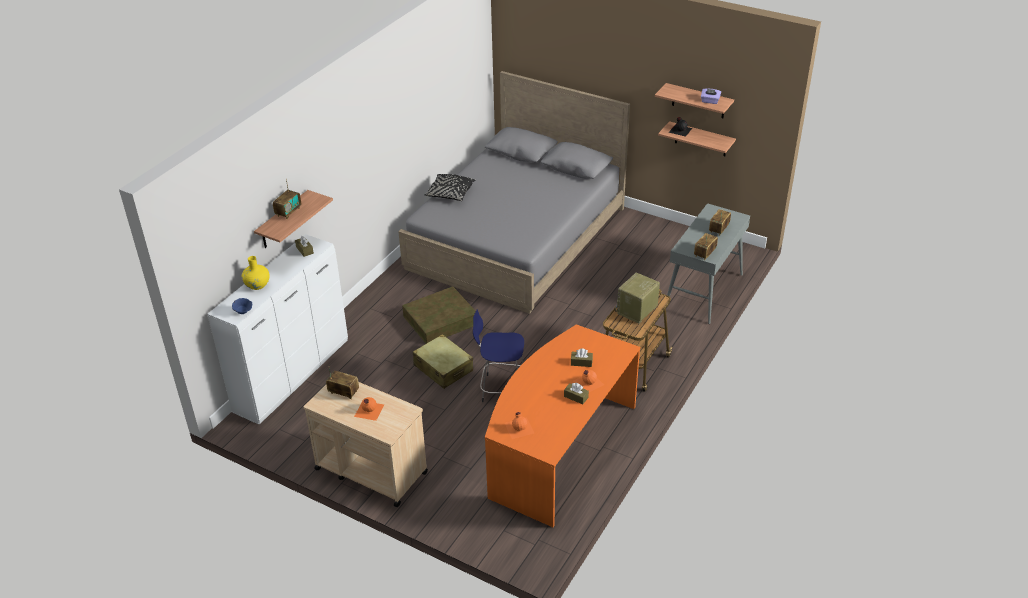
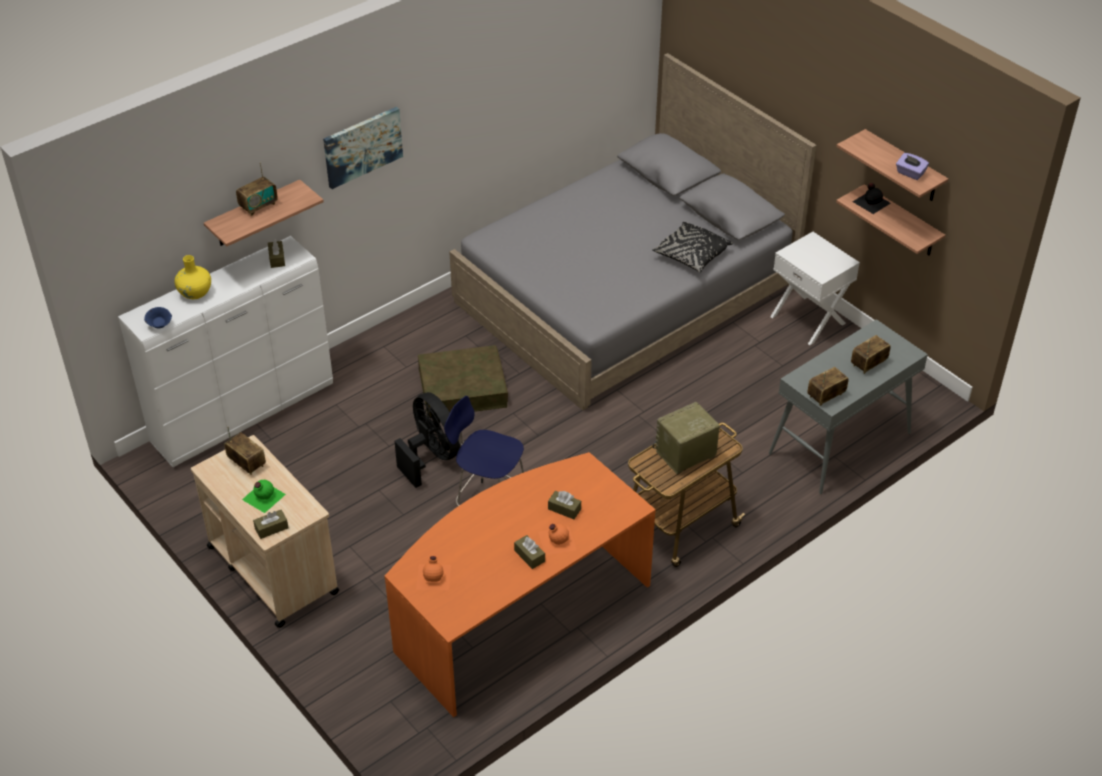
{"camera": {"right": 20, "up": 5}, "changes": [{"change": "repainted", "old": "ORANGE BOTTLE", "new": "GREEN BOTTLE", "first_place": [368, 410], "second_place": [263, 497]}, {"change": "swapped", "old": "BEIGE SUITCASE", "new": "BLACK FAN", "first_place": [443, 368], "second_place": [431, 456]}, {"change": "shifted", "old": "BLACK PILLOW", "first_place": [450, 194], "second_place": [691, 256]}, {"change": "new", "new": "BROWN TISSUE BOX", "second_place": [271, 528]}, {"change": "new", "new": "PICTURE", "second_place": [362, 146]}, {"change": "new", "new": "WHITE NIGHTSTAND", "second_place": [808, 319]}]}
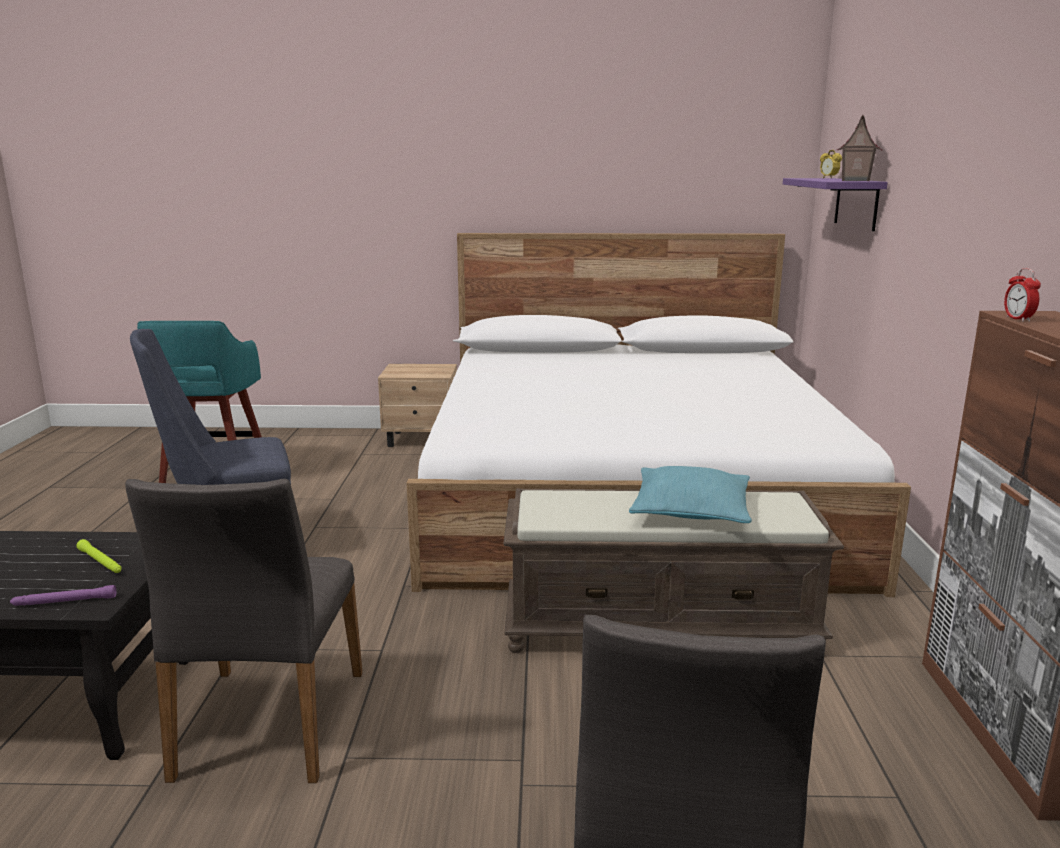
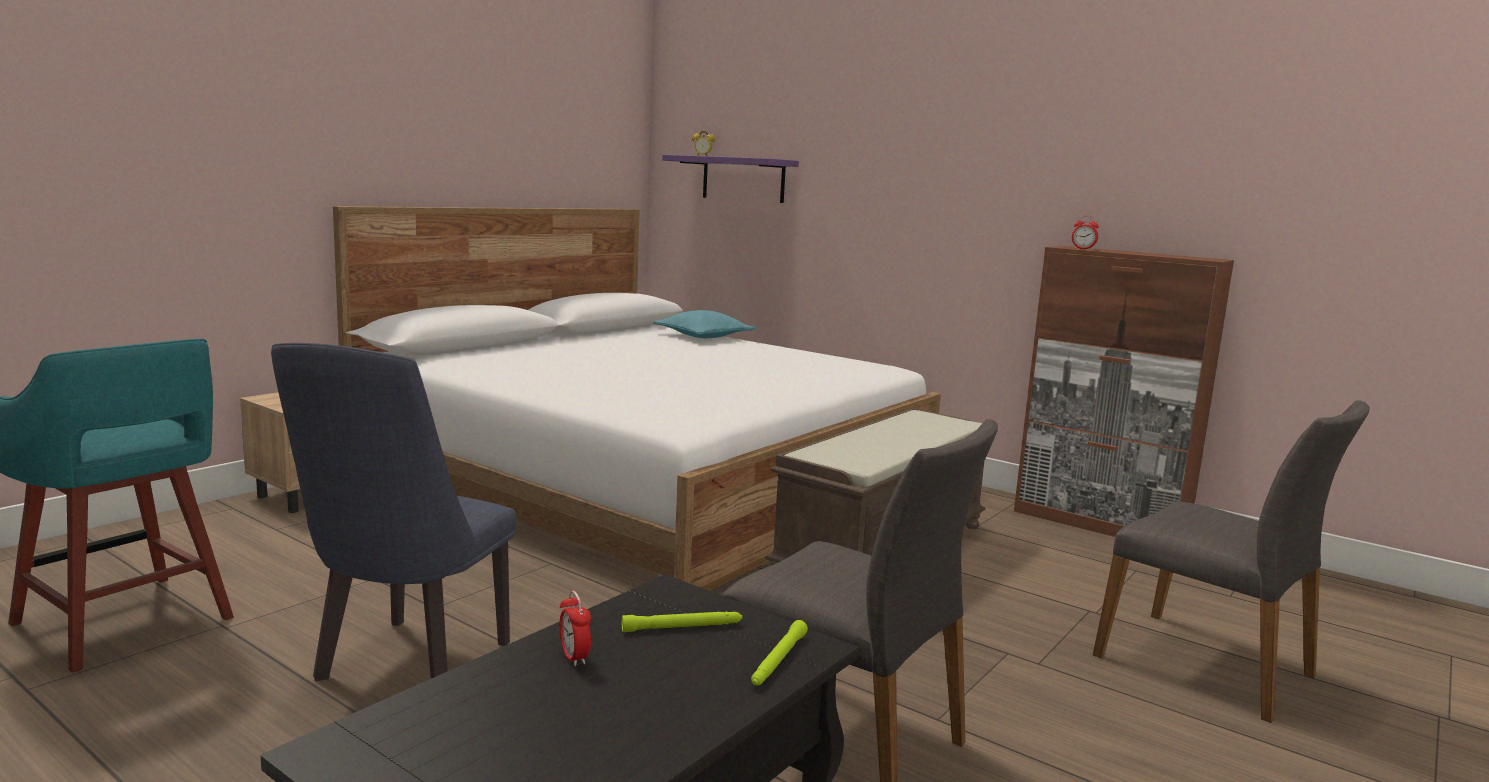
{"camera": {"right": -55, "up": -5}, "changes": [{"change": "repainted", "old": "PURPLE FLASHLIGHT", "new": "GREEN FLASHLIGHT", "first_place": [64, 602], "second_place": [778, 661]}, {"change": "shifted", "old": "TURQUOISE PILLOW", "first_place": [691, 510], "second_place": [703, 336]}, {"change": "gone", "old": "TOY HOUSE", "first_place": [855, 180]}, {"change": "new", "new": "ALARM CLOCK", "second_place": [574, 657]}]}
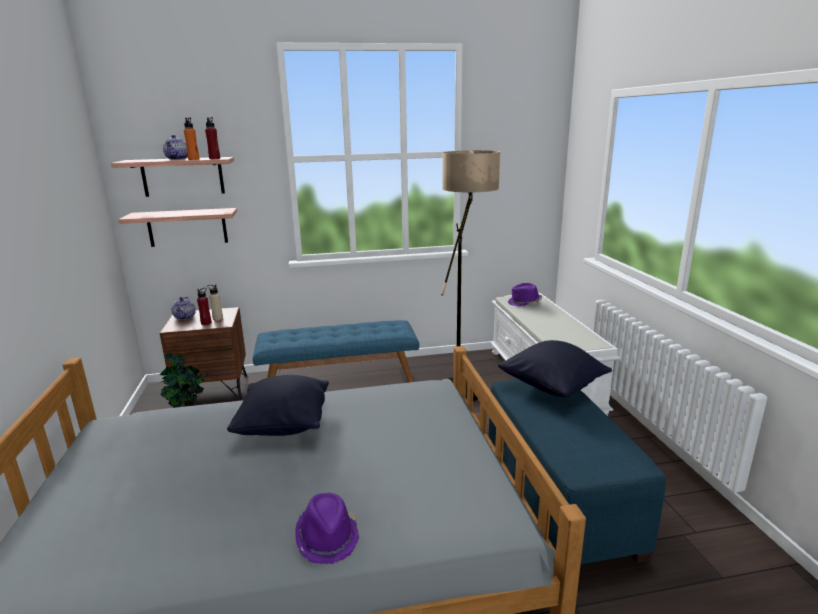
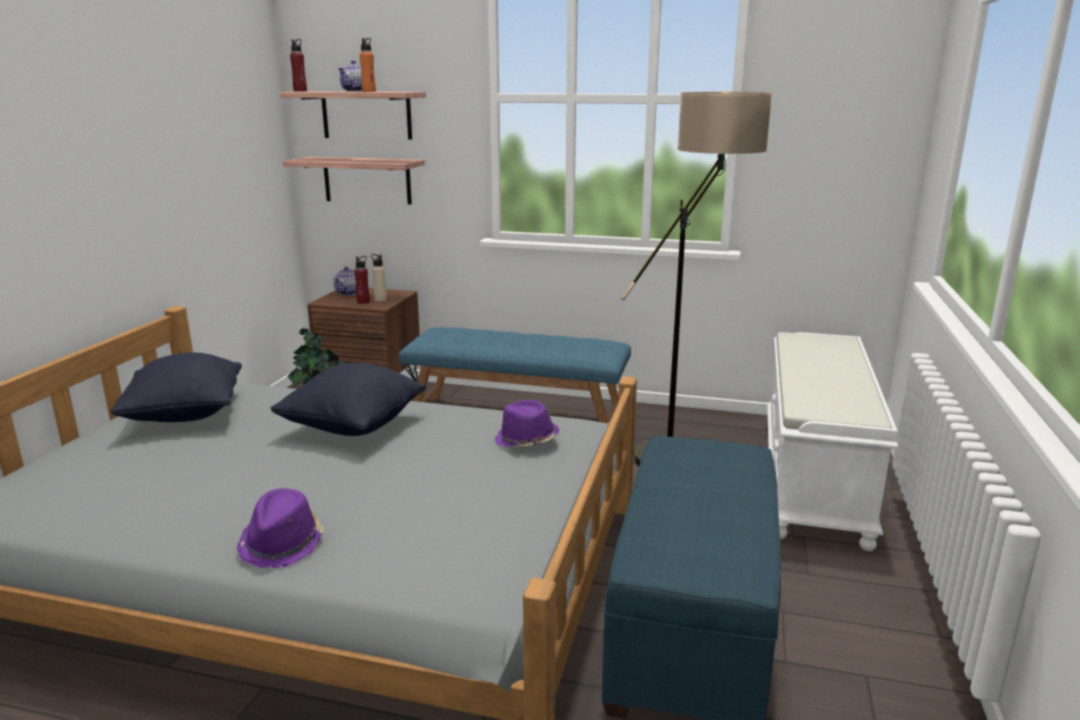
{"camera": {"right": 25, "up": 0}, "changes": [{"change": "shifted", "old": "RED BOTTLE", "first_place": [214, 158], "second_place": [300, 91]}, {"change": "shifted", "old": "BLACK PILLOW", "first_place": [552, 388], "second_place": [185, 415]}, {"change": "shifted", "old": "PURPLE HAT", "first_place": [524, 303], "second_place": [526, 441]}]}
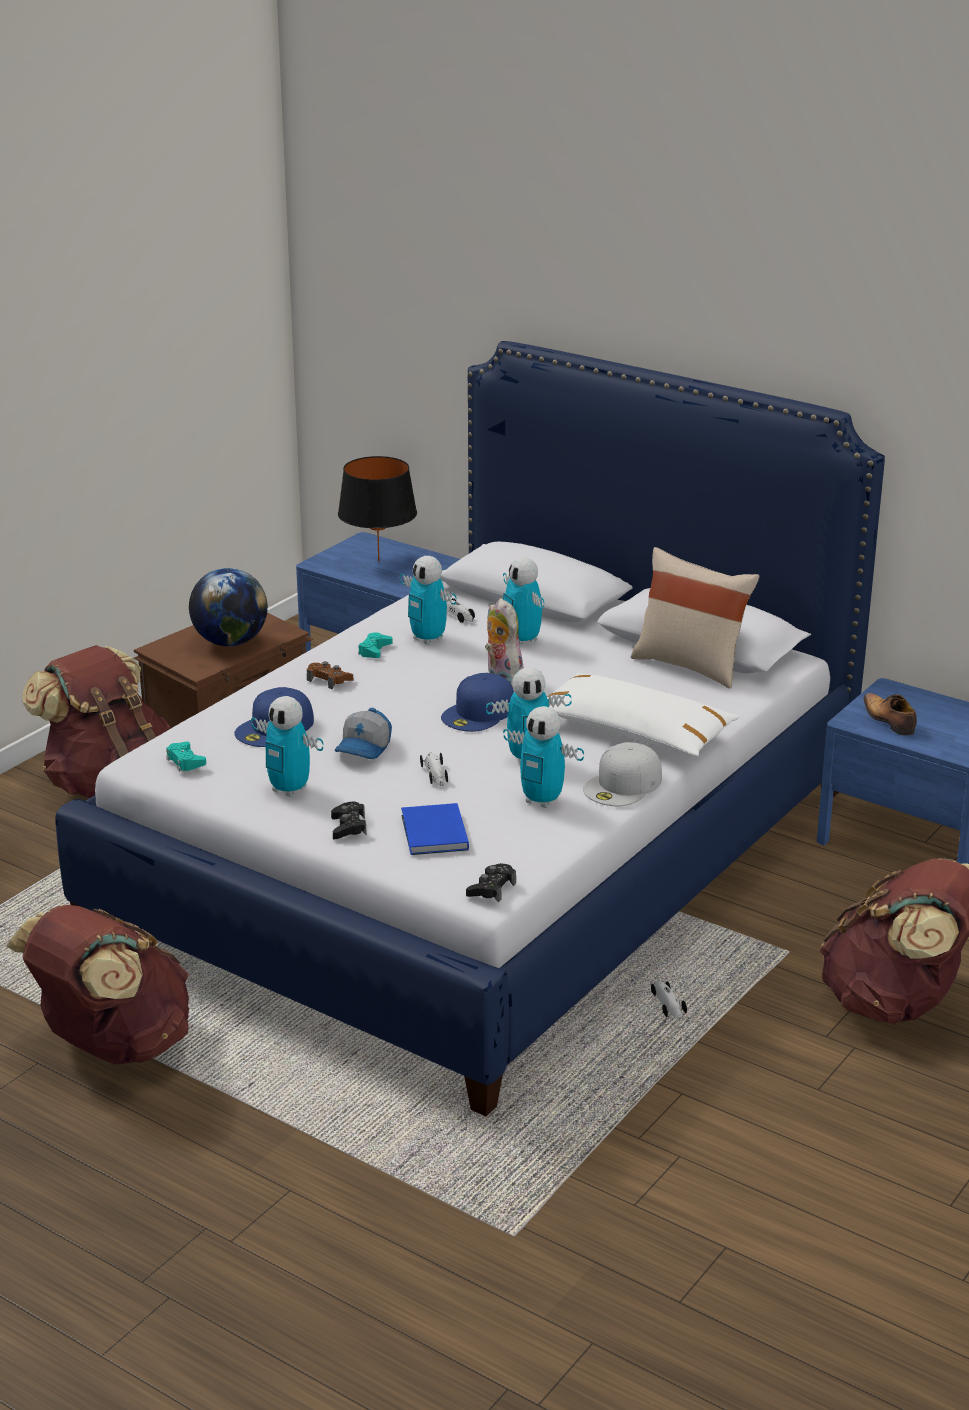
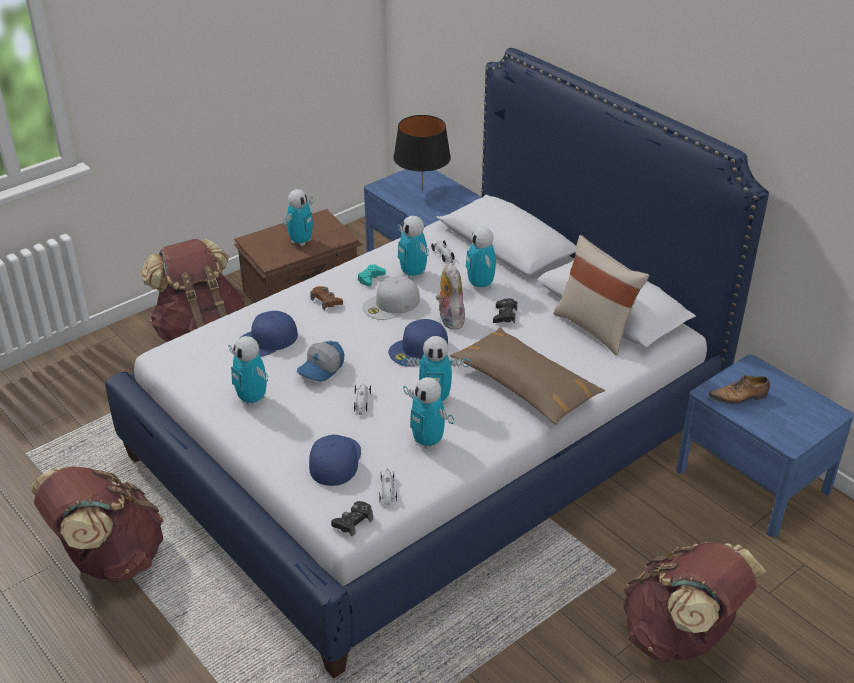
{"camera": {"right": 15, "up": 10}, "changes": [{"change": "gone", "old": "TURQUOISE GAME CONTROLLER", "first_place": [185, 761]}, {"change": "swapped", "old": "GLOBE", "new": "TOY ROBOT", "first_place": [230, 642], "second_place": [301, 241]}, {"change": "shifted", "old": "BLACK GAME CONTROLLER", "first_place": [348, 827], "second_place": [505, 315]}, {"change": "swapped", "old": "BLUE BOOK", "new": "BLUE CAP", "first_place": [433, 834], "second_place": [334, 460]}, {"change": "repainted", "old": "WHITE PILLOW", "new": "BROWN PILLOW", "first_place": [633, 732], "second_place": [525, 386]}, {"change": "shifted", "old": "WHITE CAP", "first_place": [623, 785], "second_place": [391, 304]}, {"change": "shifted", "old": "TOY CAR", "first_place": [667, 1003], "second_place": [387, 489]}, {"change": "rotated", "old": "SHOE", "first_place": [888, 720], "second_place": [739, 397], "degrees": -90}]}
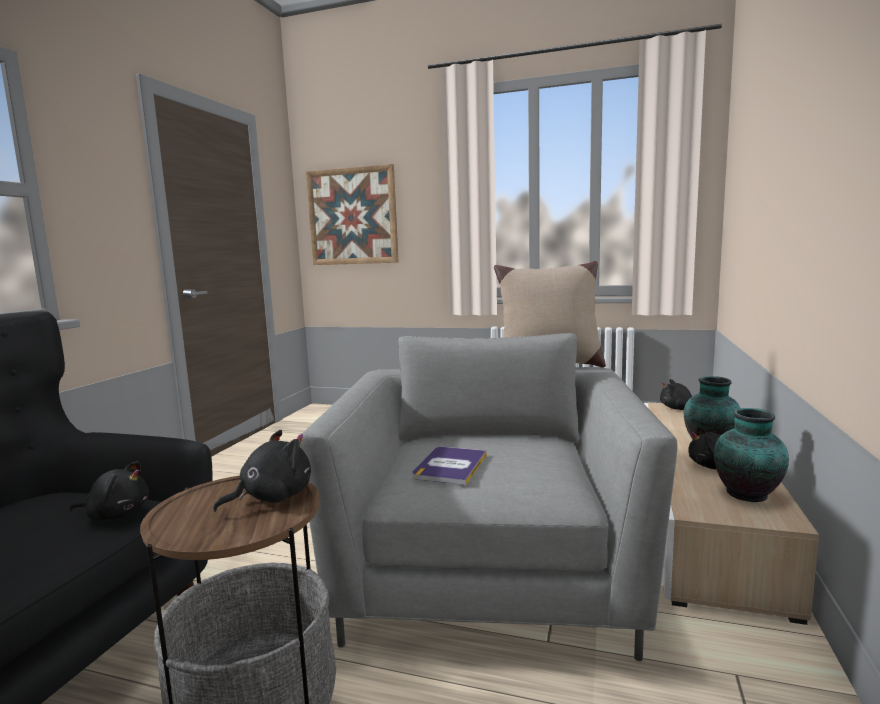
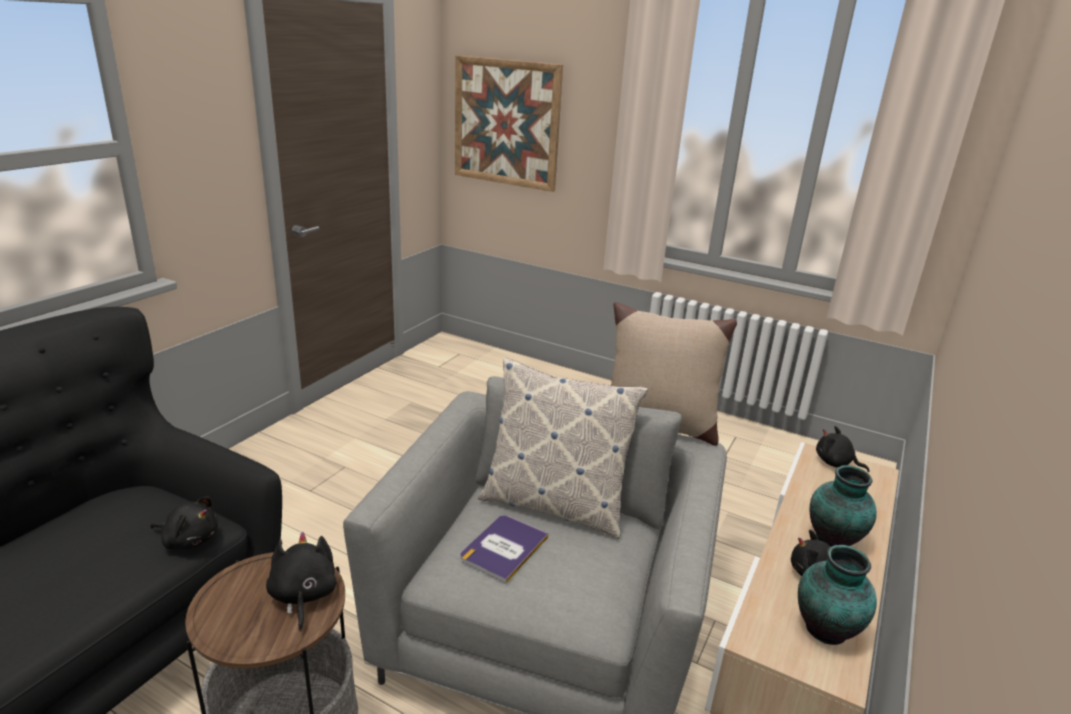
{"camera": {"right": 10, "up": 15}, "changes": [{"change": "rotated", "old": "BLACK PLUSH TOY", "first_place": [272, 498], "second_place": [303, 596], "degrees": -75}, {"change": "new", "new": "PILLOW", "second_place": [554, 505]}]}
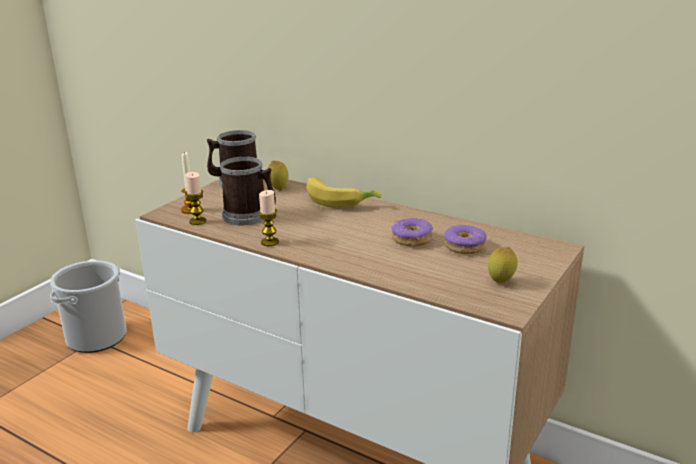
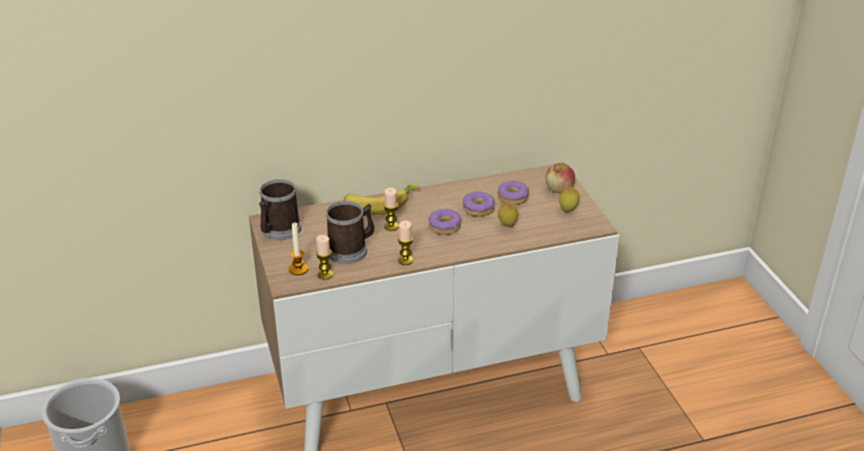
{"camera": {"right": -50, "up": 10}, "changes": [{"change": "shifted", "old": "LEMON", "first_place": [278, 188], "second_place": [507, 226]}, {"change": "new", "new": "CANDLE", "second_place": [391, 226]}, {"change": "new", "new": "DONUT", "second_place": [444, 227]}, {"change": "new", "new": "APPLE", "second_place": [559, 189]}]}
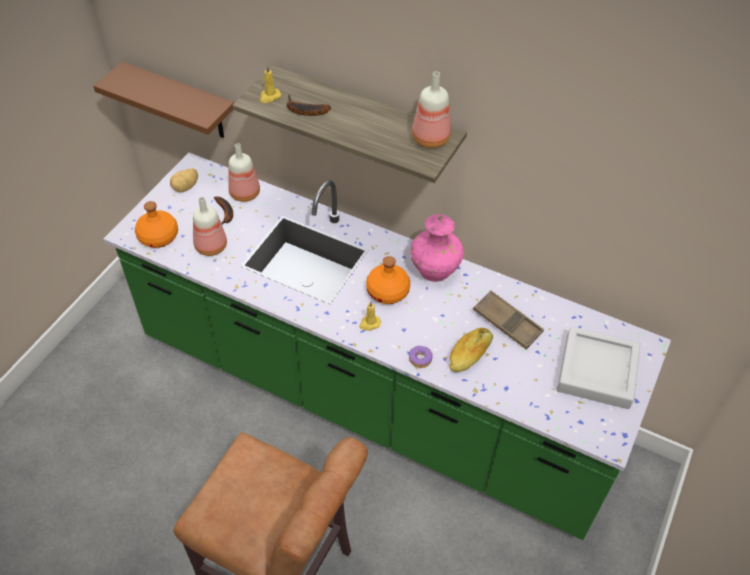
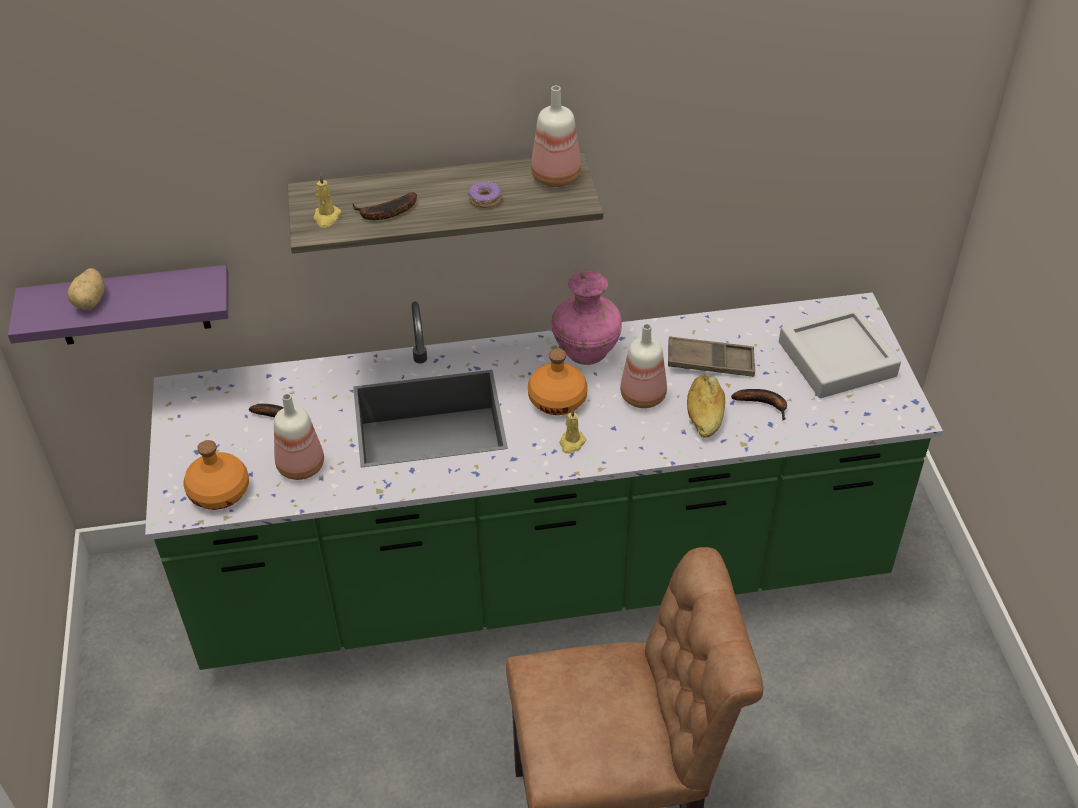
{"camera": {"right": -35, "up": -5}, "changes": [{"change": "repainted", "old": "BROWN SHELF", "new": "PURPLE SHELF", "first_place": [181, 102], "second_place": [130, 305]}, {"change": "shifted", "old": "POTATO", "first_place": [186, 187], "second_place": [91, 301]}, {"change": "shifted", "old": "BOTTLE", "first_place": [246, 193], "second_place": [644, 395]}, {"change": "shifted", "old": "DONUT", "first_place": [420, 359], "second_place": [484, 199]}, {"change": "new", "new": "BANANA", "second_place": [764, 404]}]}
